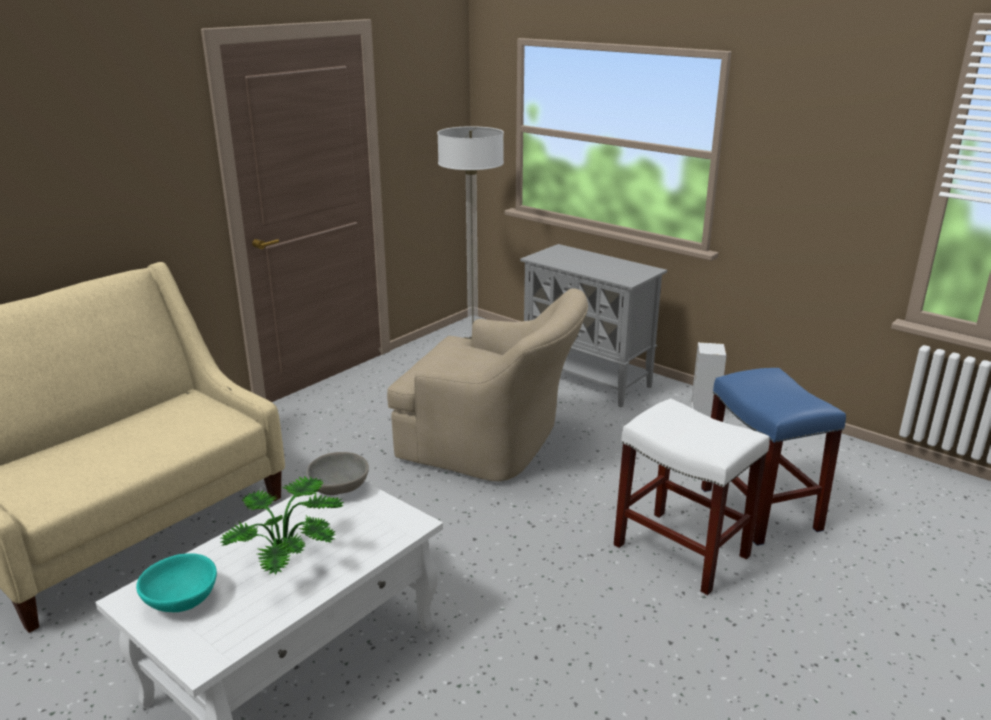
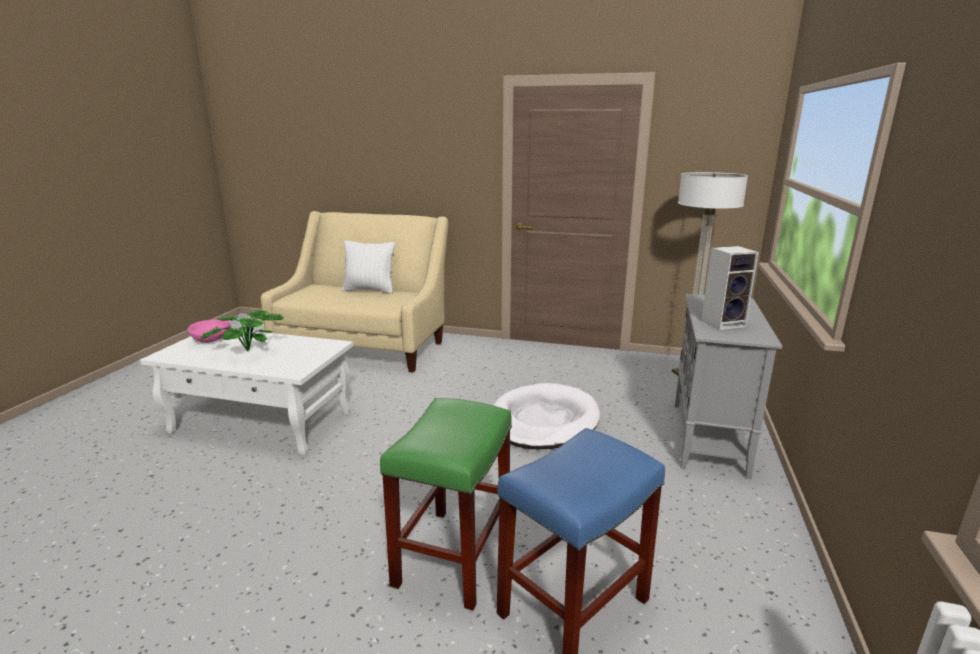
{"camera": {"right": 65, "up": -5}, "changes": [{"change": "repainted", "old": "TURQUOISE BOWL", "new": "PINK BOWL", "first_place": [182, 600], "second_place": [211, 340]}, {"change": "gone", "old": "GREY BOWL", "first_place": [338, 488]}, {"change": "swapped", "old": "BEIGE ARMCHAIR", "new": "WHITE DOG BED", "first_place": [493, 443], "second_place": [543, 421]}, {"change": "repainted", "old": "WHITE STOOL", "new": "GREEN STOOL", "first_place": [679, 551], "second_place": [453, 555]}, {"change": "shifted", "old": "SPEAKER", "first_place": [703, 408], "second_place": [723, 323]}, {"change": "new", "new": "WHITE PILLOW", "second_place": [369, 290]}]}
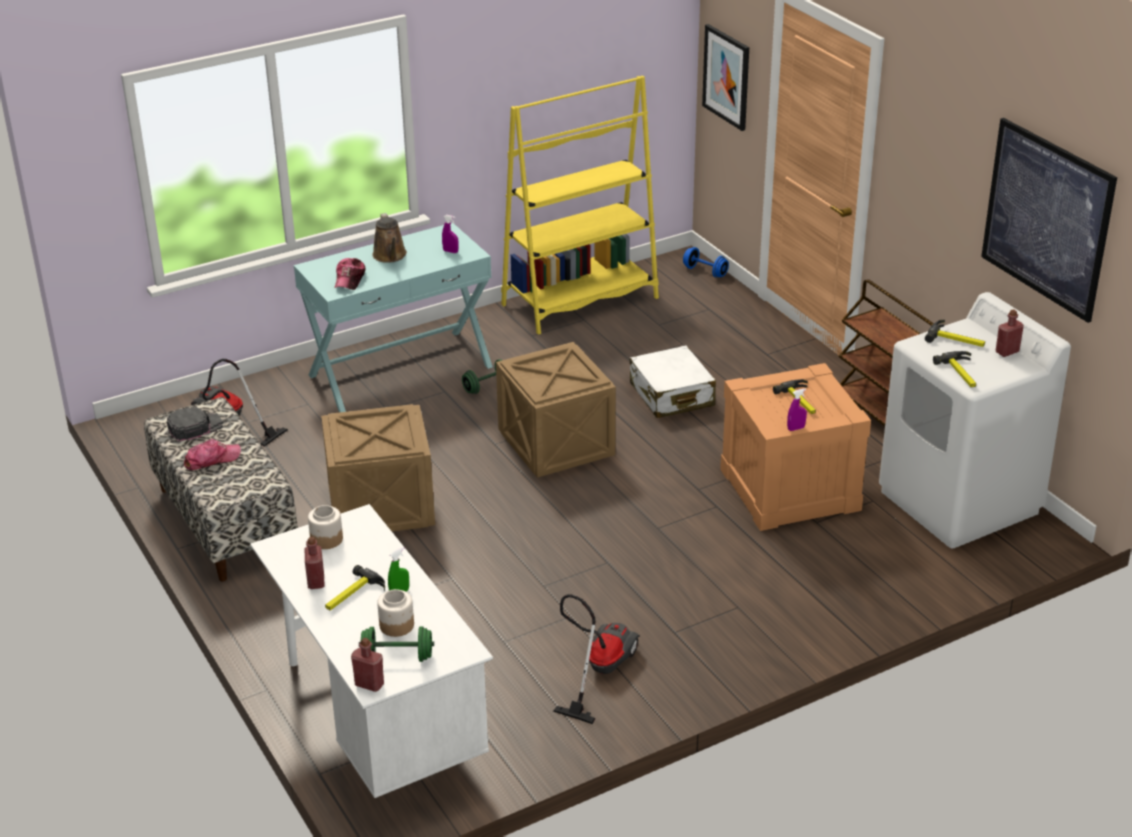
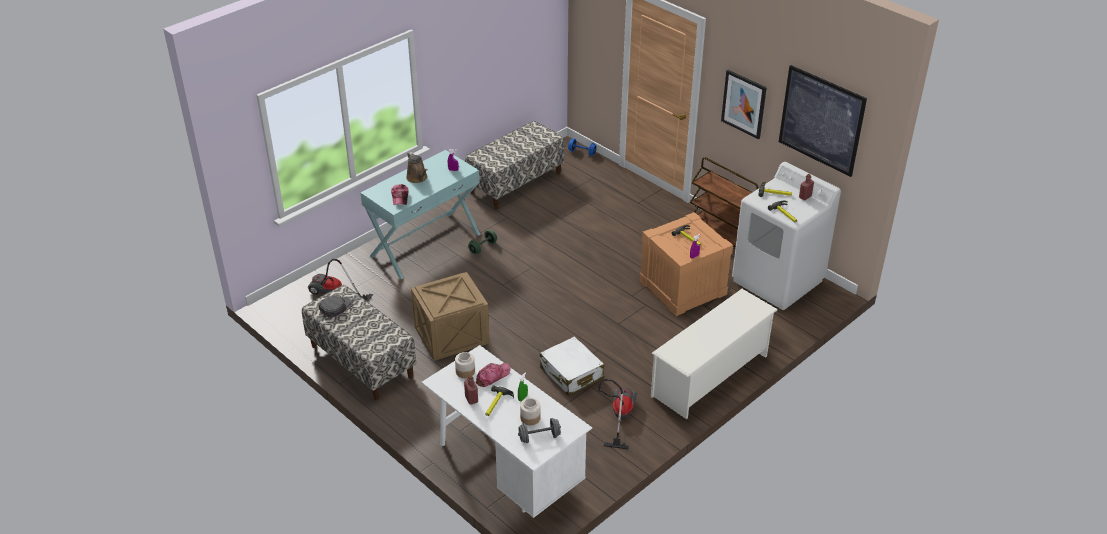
{"camera": {"right": -15, "up": 5}, "changes": [{"change": "shifted", "old": "CAP", "first_place": [212, 459], "second_place": [492, 376]}, {"change": "gone", "old": "RED BOTTLE", "first_place": [369, 684]}, {"change": "repainted", "old": "GREEN DUMBBELL", "new": "GREY DUMBBELL", "first_place": [397, 657], "second_place": [539, 437]}, {"change": "gone", "old": "CRATE", "first_place": [556, 445]}, {"change": "swapped", "old": "YELLOW BOOKCASE", "new": "BENCH", "first_place": [580, 301], "second_place": [515, 183]}, {"change": "shifted", "old": "WHITE SUITCASE", "first_place": [671, 395], "second_place": [571, 374]}, {"change": "shifted", "old": "PICTURE", "first_place": [726, 77], "second_place": [744, 104]}, {"change": "new", "new": "WHITE SHOE RACK", "second_place": [710, 376]}]}
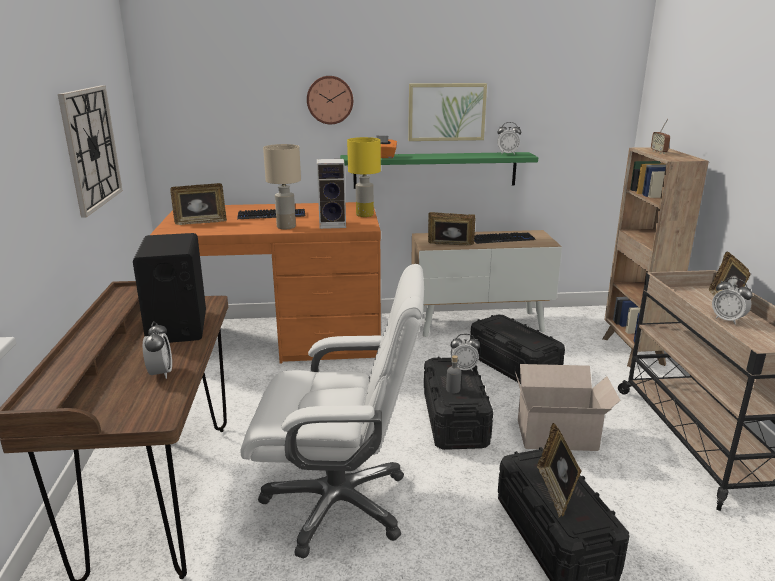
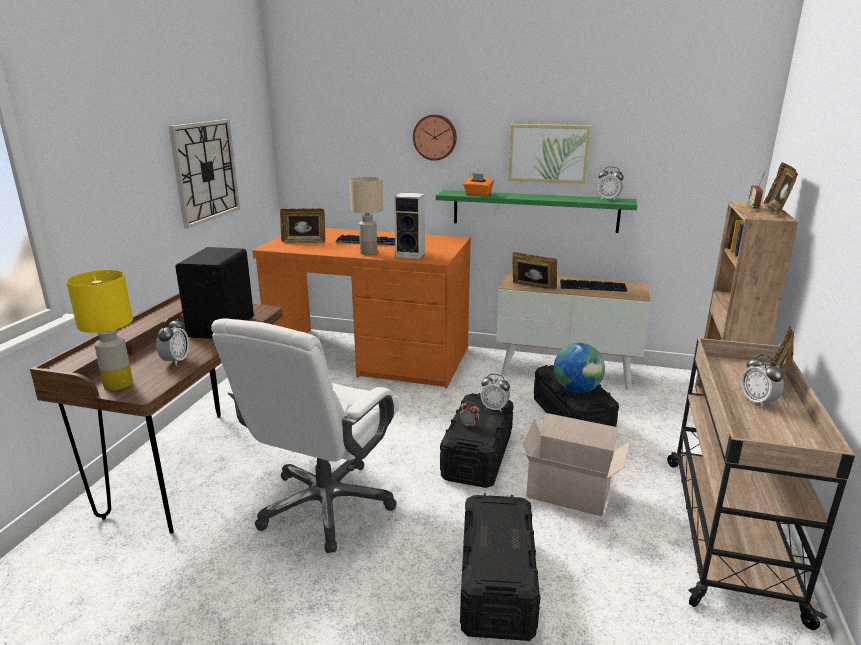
{"camera": {"right": 20, "up": 0}, "changes": [{"change": "rotated", "old": "WHITE OFFICE CHAIR", "first_place": [339, 503], "second_place": [325, 505], "degrees": 90}, {"change": "shifted", "old": "YELLOW TABLE LAMP", "first_place": [364, 215], "second_place": [119, 384]}, {"change": "swapped", "old": "GREY BOTTLE", "new": "ALARM CLOCK", "first_place": [453, 389], "second_place": [469, 425]}, {"change": "shifted", "old": "PICTURE FRAME", "first_place": [555, 491], "second_place": [775, 211]}, {"change": "new", "new": "GLOBE", "second_place": [577, 390]}]}
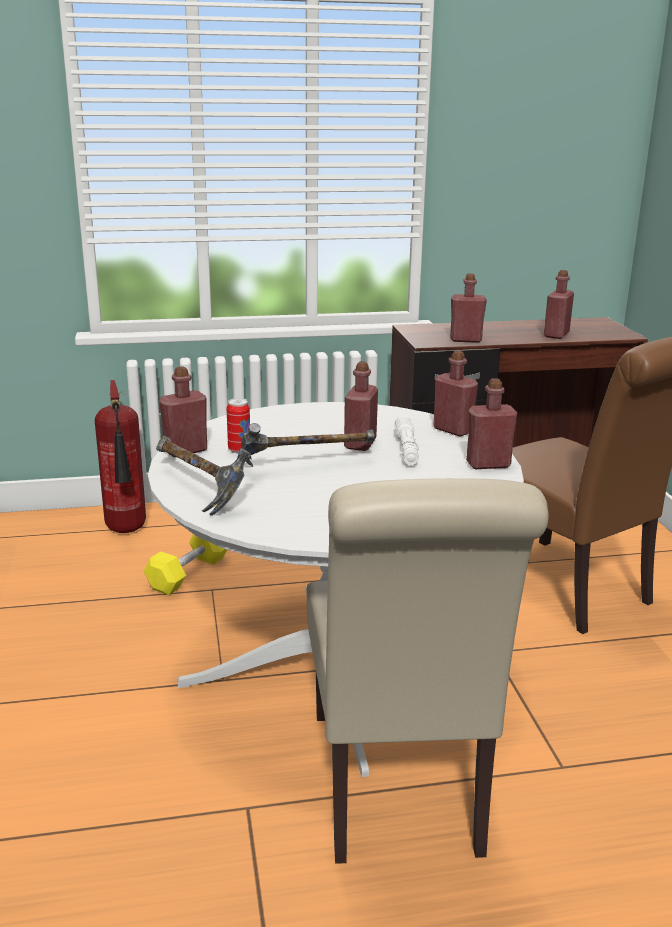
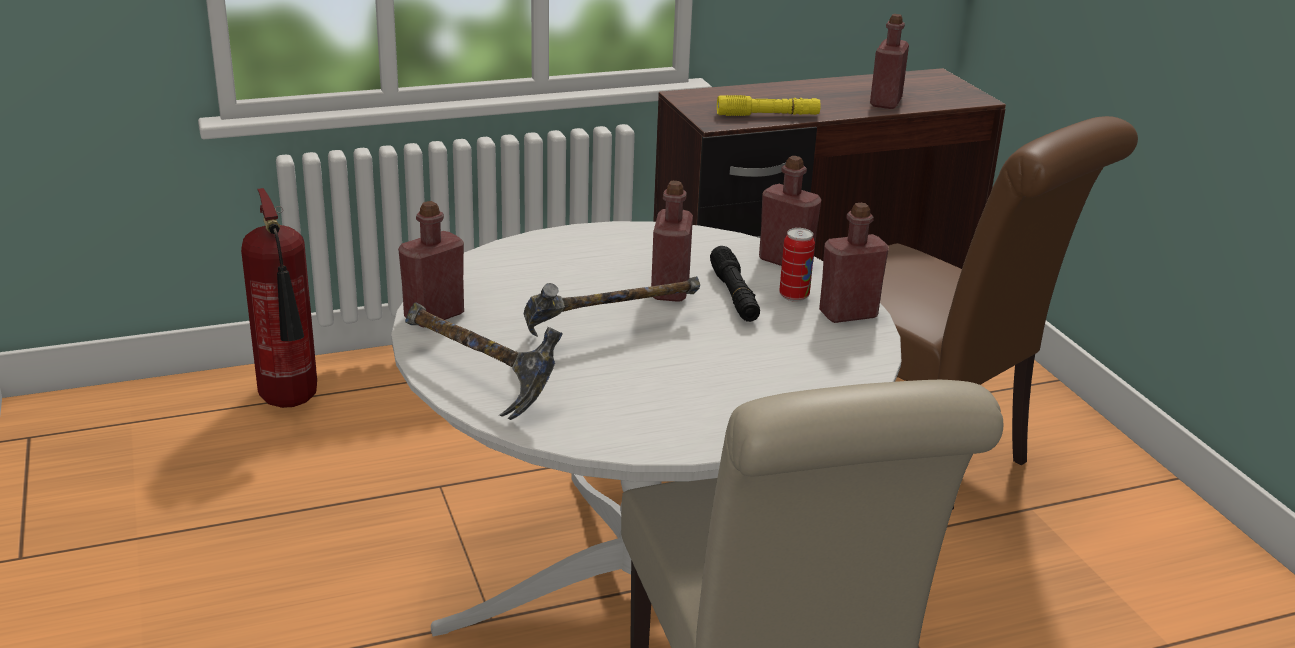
{"camera": {"right": -10, "up": 5}, "changes": [{"change": "gone", "old": "YELLOW DUMBBELL", "first_place": [188, 573]}, {"change": "shifted", "old": "CAN", "first_place": [239, 450], "second_place": [794, 296]}, {"change": "repainted", "old": "WHITE FLASHLIGHT", "new": "BLACK FLASHLIGHT", "first_place": [406, 448], "second_place": [734, 295]}, {"change": "swapped", "old": "RED BOTTLE", "new": "YELLOW FLASHLIGHT", "first_place": [465, 340], "second_place": [768, 115]}]}
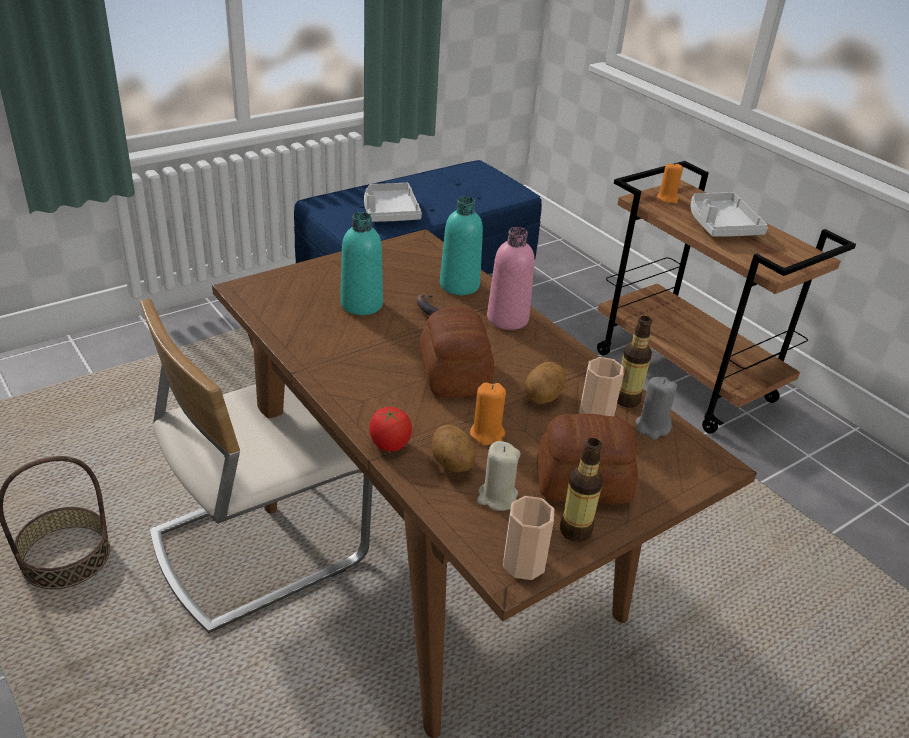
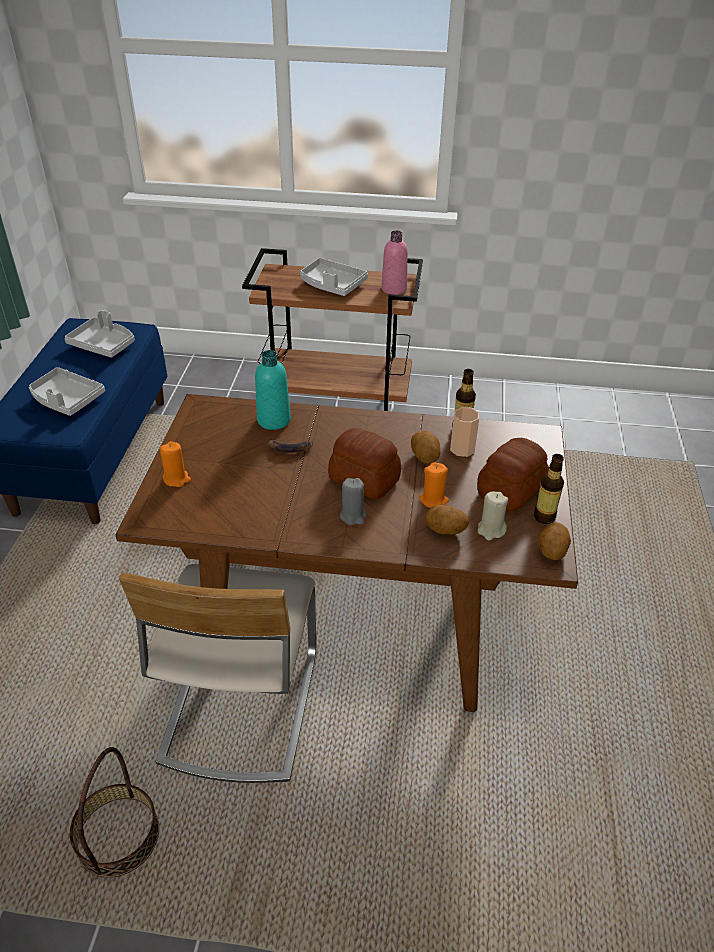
{"camera": {"right": -45, "up": 5}, "changes": [{"change": "gone", "old": "TURQUOISE BOTTLE", "first_place": [361, 304]}, {"change": "gone", "old": "TOMATO", "first_place": [389, 445]}, {"change": "shifted", "old": "PINK BOTTLE", "first_place": [507, 319], "second_place": [394, 289]}, {"change": "swapped", "old": "CUP", "new": "POTATO", "first_place": [524, 563], "second_place": [551, 552]}, {"change": "shifted", "old": "GREY CANDLE", "first_place": [652, 427], "second_place": [353, 515]}, {"change": "shifted", "old": "ORANGE CANDLE", "first_place": [667, 198], "second_place": [176, 479]}, {"change": "new", "new": "GREY TRAY", "second_place": [103, 345]}]}
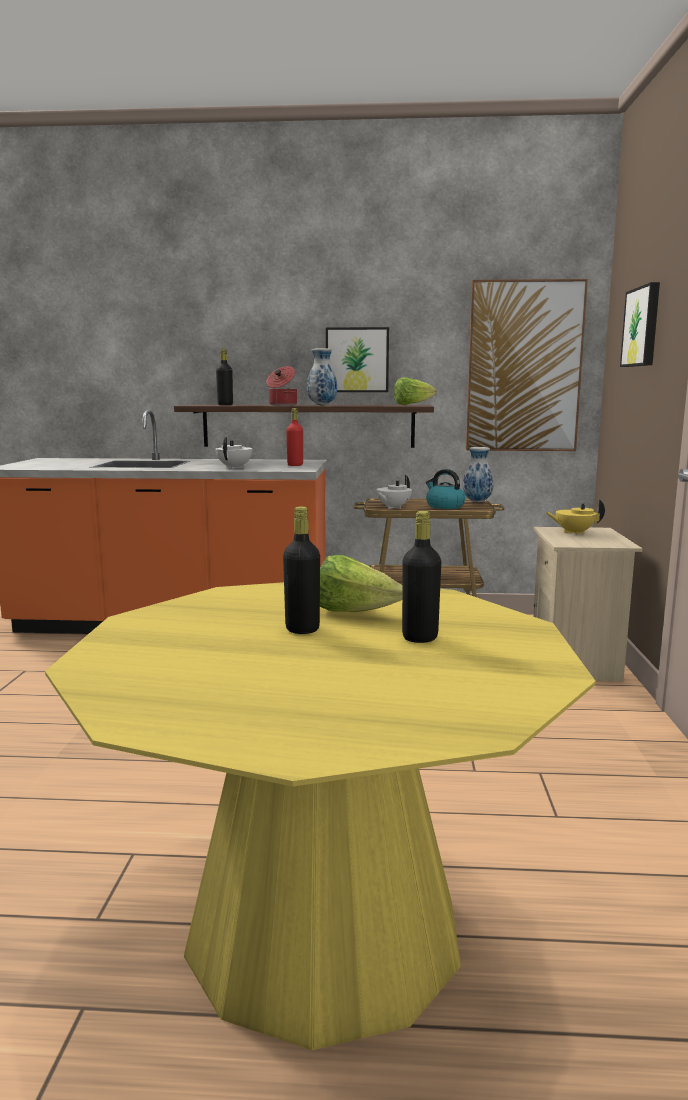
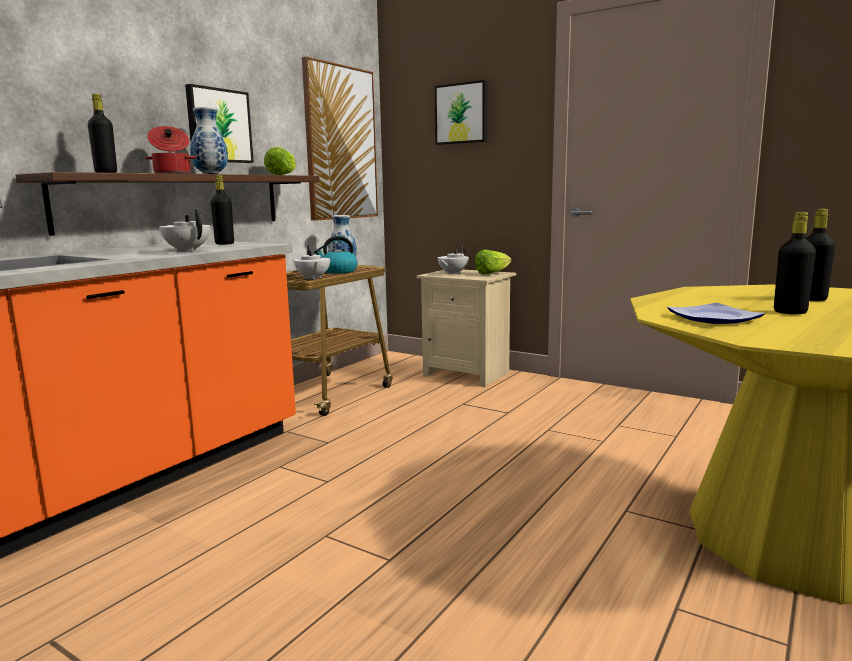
{"camera": {"right": -60, "up": 0}, "changes": [{"change": "repainted", "old": "RED BOTTLE", "new": "BLACK BOTTLE", "first_place": [295, 465], "second_place": [224, 244]}, {"change": "shifted", "old": "LETTUCE", "first_place": [354, 613], "second_place": [492, 273]}, {"change": "repainted", "old": "YELLOW TEAPOT", "new": "WHITE TEAPOT", "first_place": [574, 532], "second_place": [452, 273]}, {"change": "new", "new": "PLATE", "second_place": [711, 318]}]}
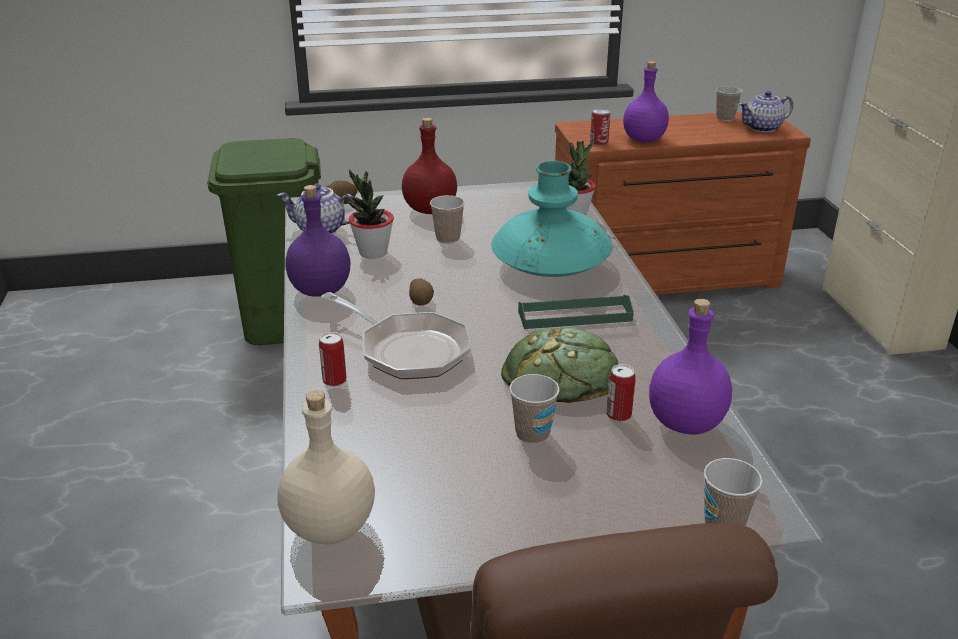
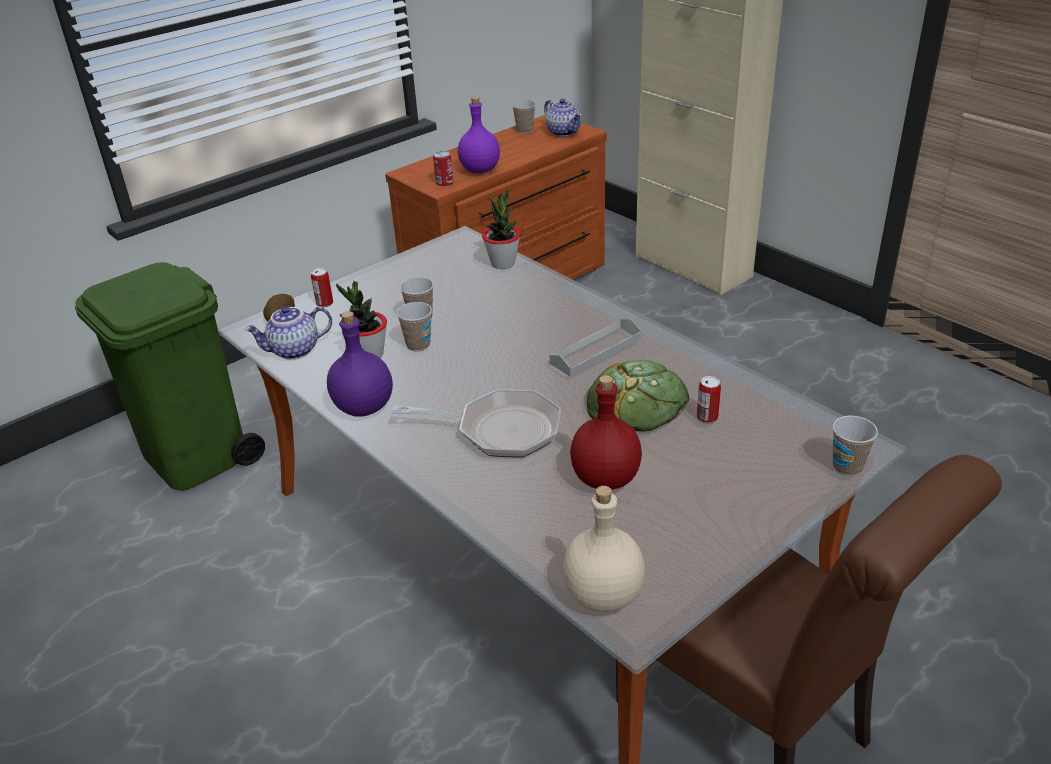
{"camera": {"right": -30, "up": 5}, "changes": [{"change": "shifted", "old": "CAN", "first_place": [334, 380], "second_place": [324, 303]}, {"change": "shifted", "old": "RED BOTTLE", "first_place": [429, 209], "second_place": [604, 478]}, {"change": "gone", "old": "POTATO", "first_place": [421, 301]}, {"change": "gone", "old": "TURQUOISE VASE", "first_place": [550, 265]}, {"change": "shifted", "old": "CUP", "first_place": [532, 434], "second_place": [418, 345]}, {"change": "repainted", "old": "GREEN TRAY", "new": "GREY TRAY", "first_place": [574, 316], "second_place": [596, 351]}, {"change": "gone", "old": "PURPLE BOTTLE", "first_place": [684, 422]}, {"change": "rotated", "old": "TEAPOT", "first_place": [763, 128], "second_place": [563, 132], "degrees": -75}]}
